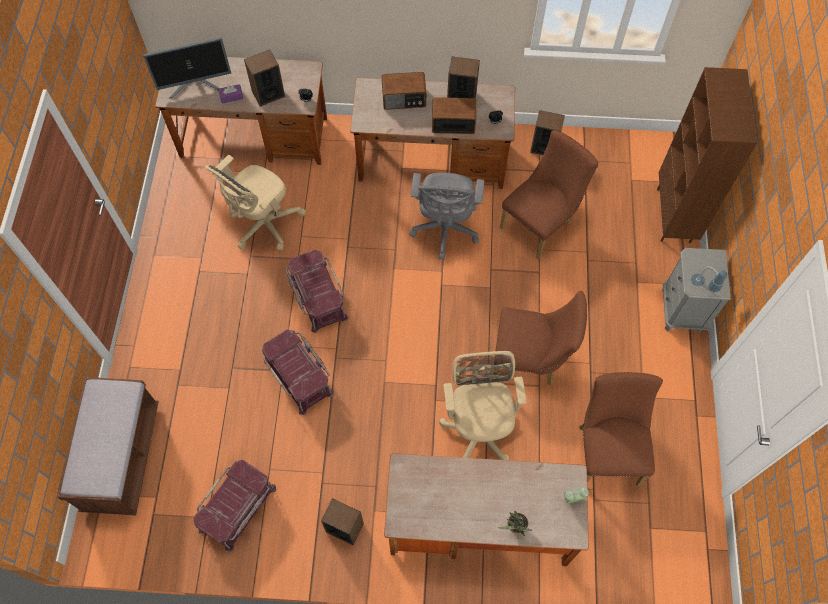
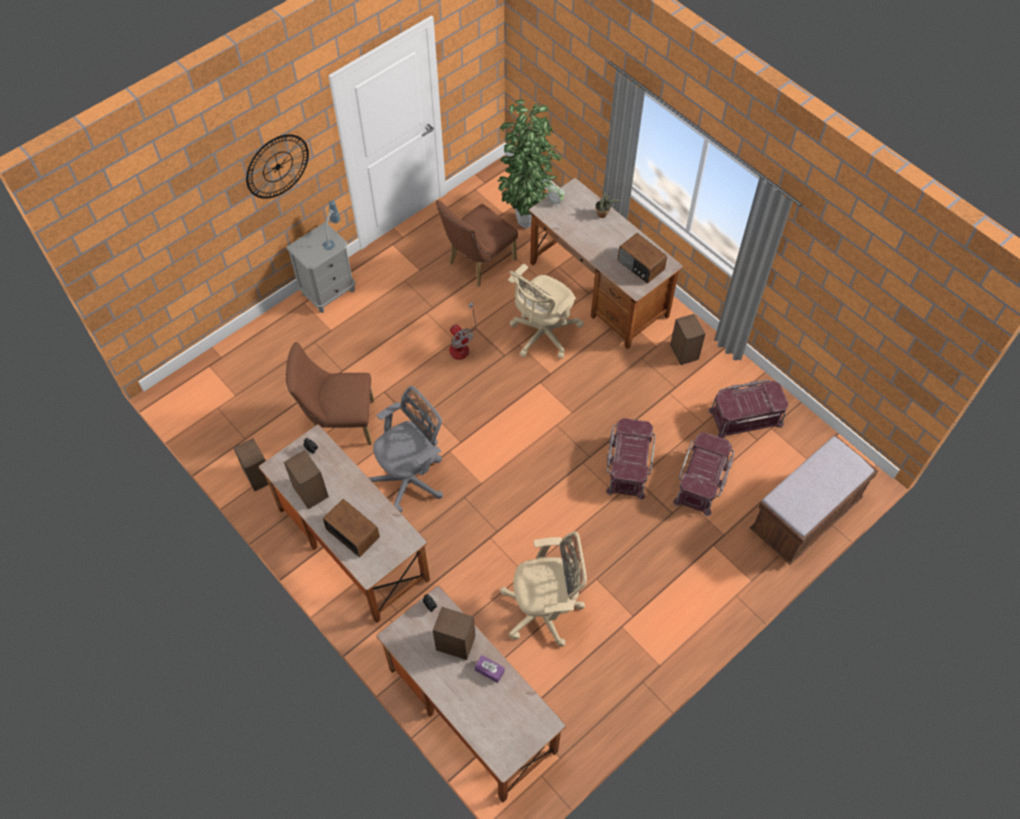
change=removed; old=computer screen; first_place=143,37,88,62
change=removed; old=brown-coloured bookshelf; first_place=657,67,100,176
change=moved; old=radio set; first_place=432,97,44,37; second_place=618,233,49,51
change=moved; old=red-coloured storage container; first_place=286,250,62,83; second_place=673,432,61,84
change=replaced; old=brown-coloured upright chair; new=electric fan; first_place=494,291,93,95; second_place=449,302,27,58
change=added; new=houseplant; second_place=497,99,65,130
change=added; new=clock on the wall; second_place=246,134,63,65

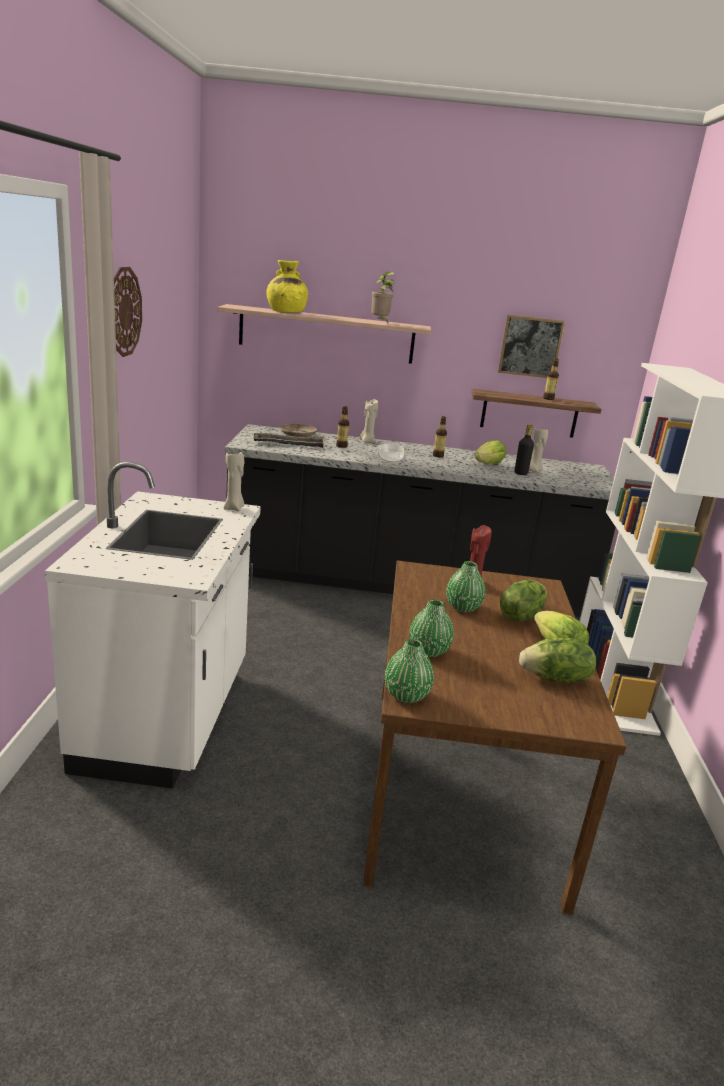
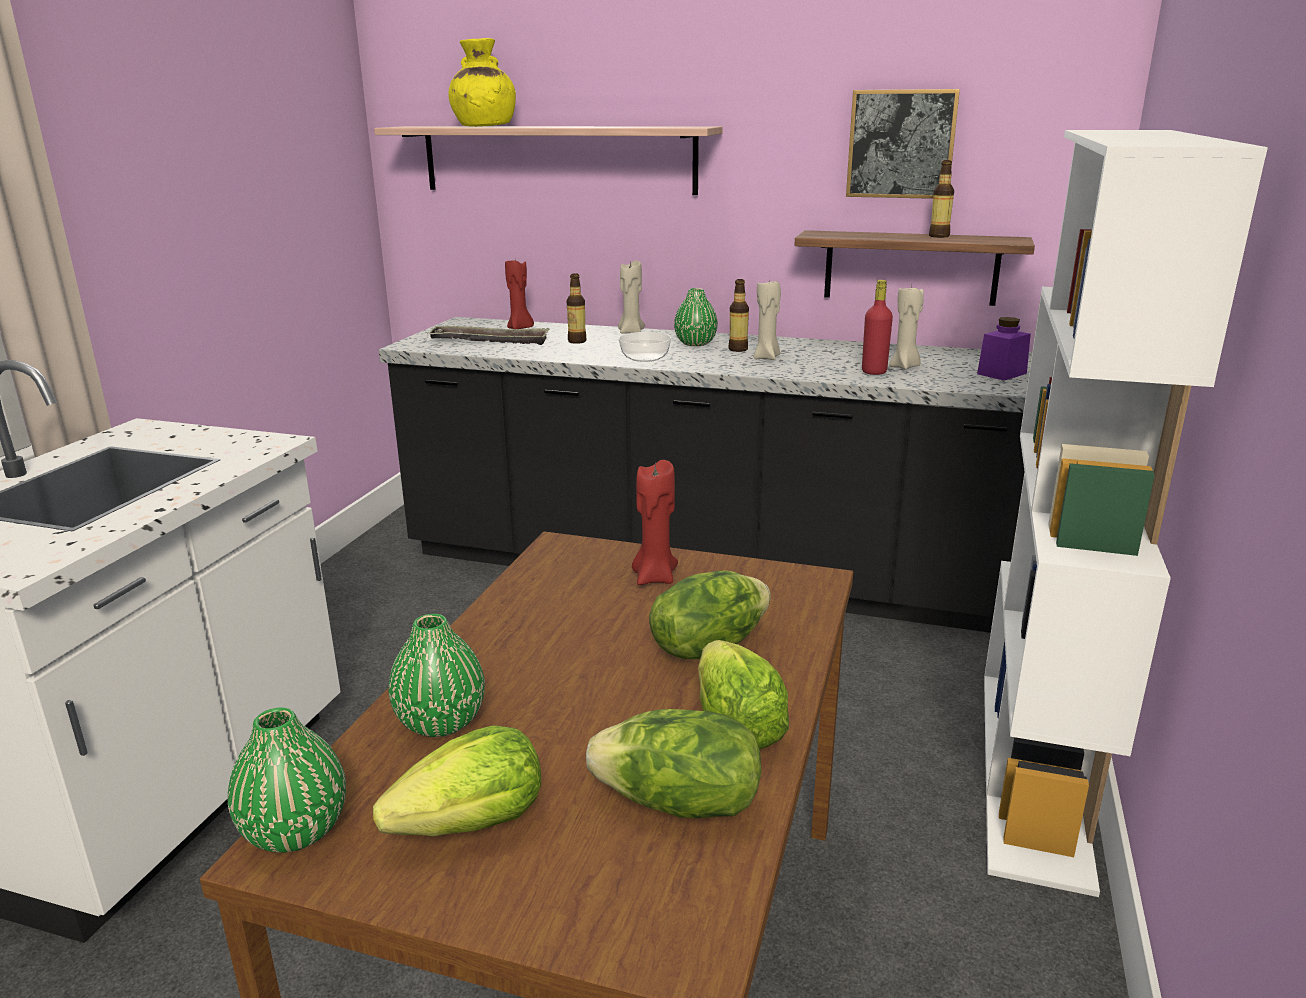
change=removed; old=clock on the wall; first_place=114,267,28,90
change=removed; old=houseplant; first_place=371,271,23,52
change=replaced; old=beige-coloured flat dish; new=red-coloured candle; first_place=281,424,36,13; second_place=505,259,29,70
change=recoloured; old=black drink bottle; new=red-coloured drink bottle; first_place=514,424,20,51; second_place=862,280,31,95
change=moved; old=lettuce; first_place=475,440,31,24; second_place=373,725,168,111
change=moved; old=beige-coloured candle; first_place=224,452,21,60; second_place=754,281,27,79
change=moved; old=greenish decorative vase; first_place=446,561,39,51; second_place=674,288,44,58
change=added; new=purplish preserve jar; second_place=977,317,54,64

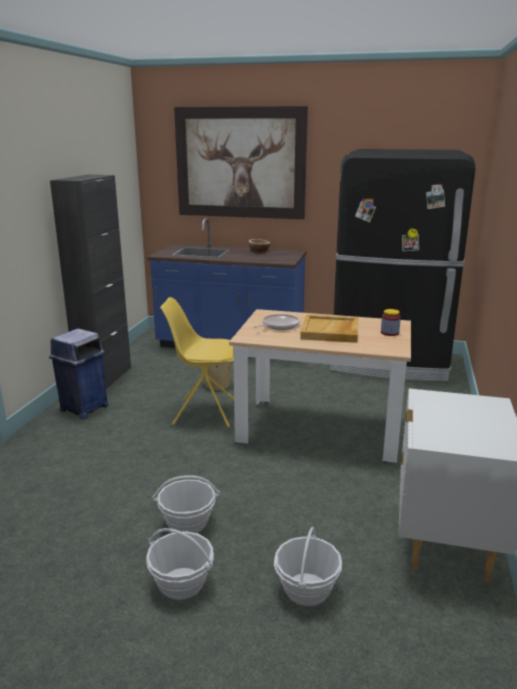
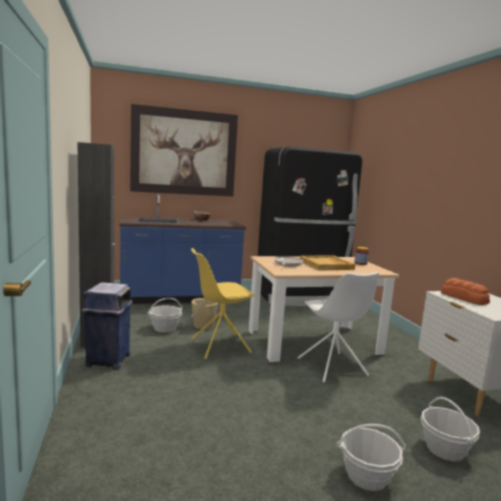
change=moved; old=storage basket; first_place=152,475,68,58; second_place=147,298,36,35
change=added; new=white-coloured upright chair; second_place=297,272,82,111
change=added; new=bakery bread; second_place=441,278,49,27

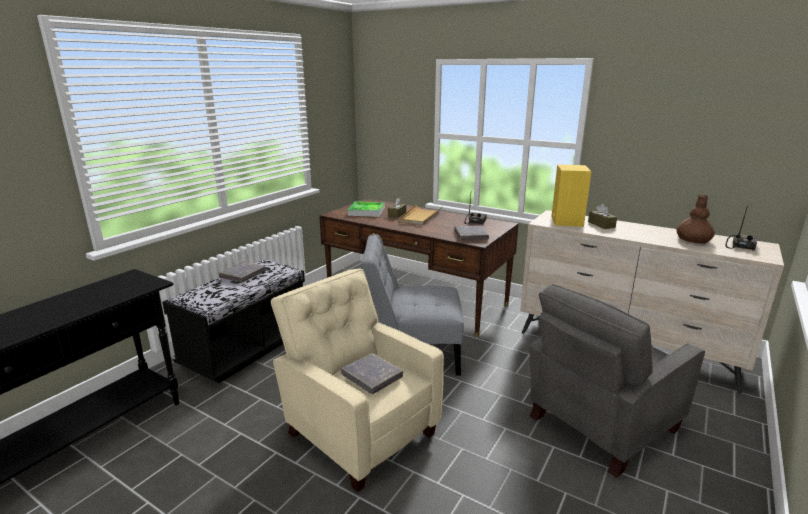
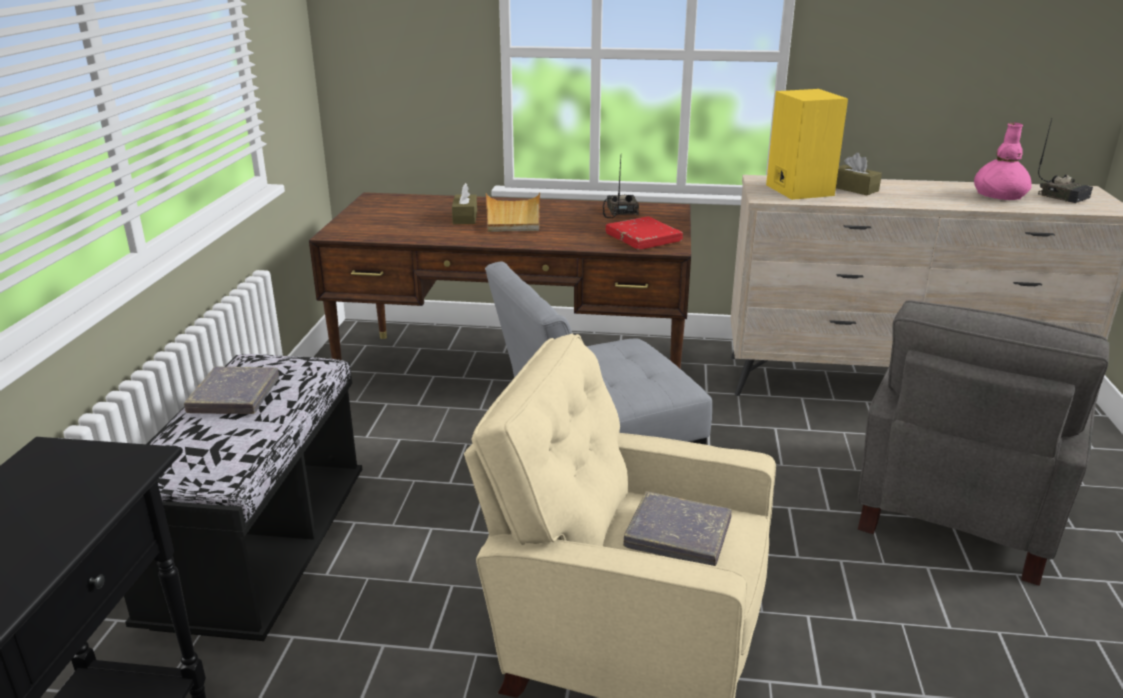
change=recoloured; old=brown-coloured decorative vase; new=pink decorative vase; first_place=676,195,39,49; second_place=974,123,57,77
change=removed; old=serving tray; first_place=348,201,37,16
change=turned; old=radio set; first_place=725,205,32,46; second_place=1038,119,55,84; degrees=135
change=recoloured; old=gray bound book; new=red-coloured bound book; first_place=454,225,35,16; second_place=606,216,77,34

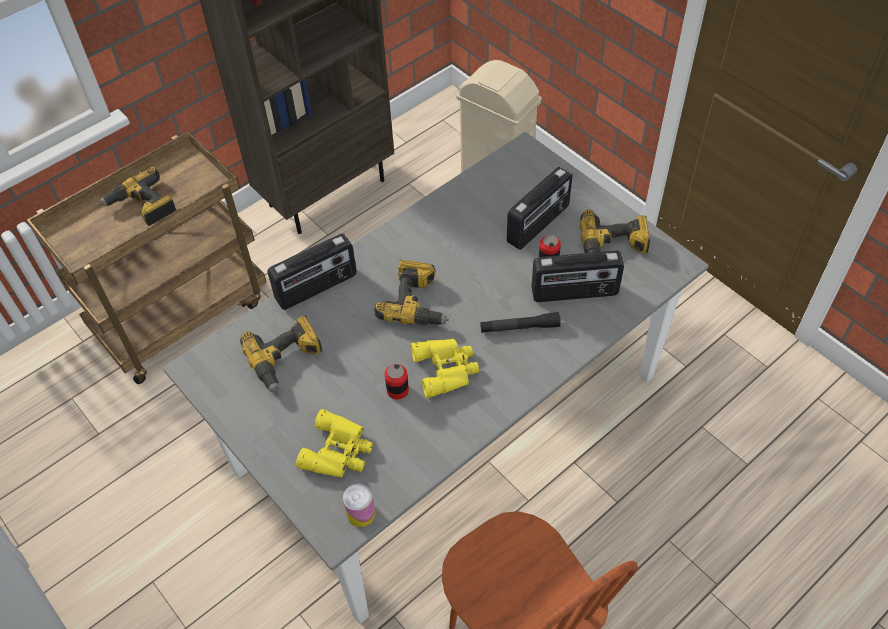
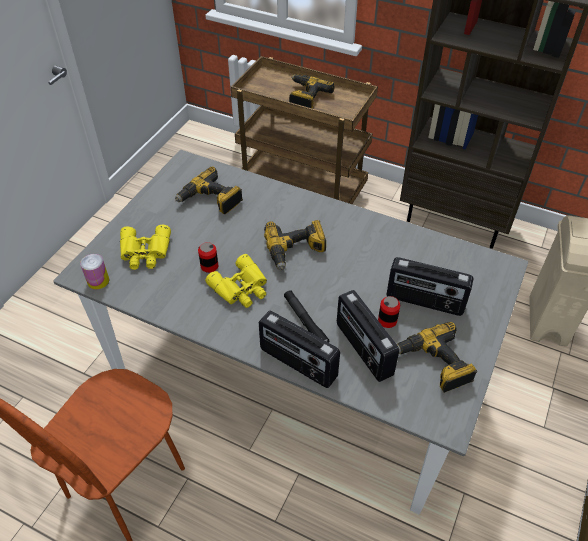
change=moved; old=radio set; first_place=267,234,90,76; second_place=259,311,81,77

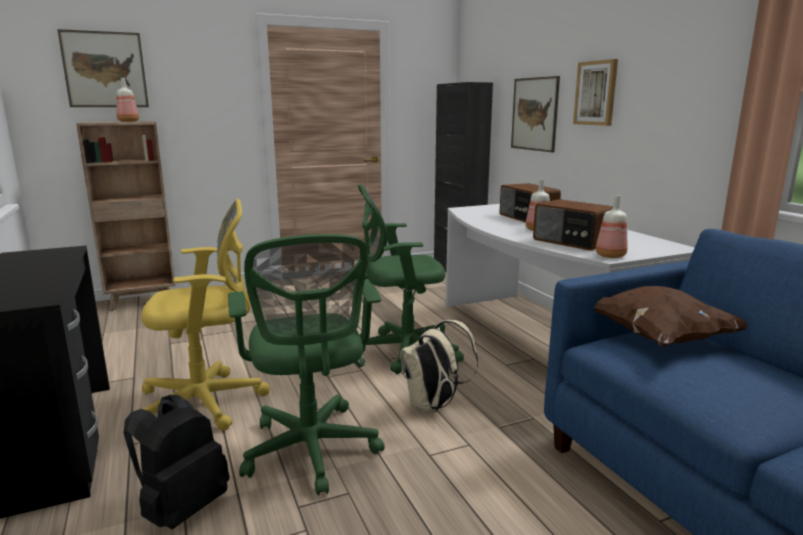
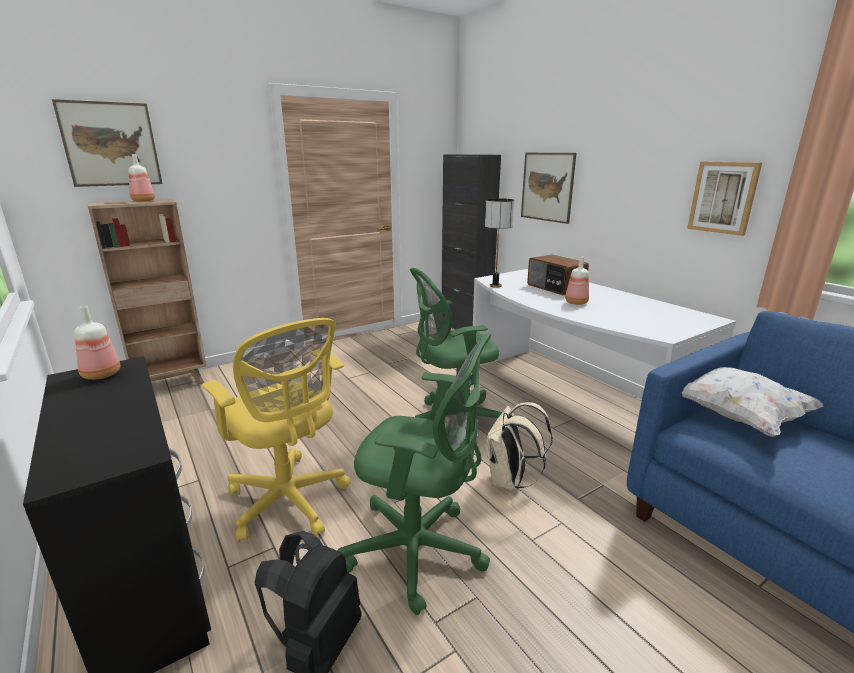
change=moved; old=picture; first_place=573,59,45,67; second_place=687,162,75,74
change=moved; old=drink bottle; first_place=596,195,31,63; second_place=74,306,46,74
change=turned; old=yellow-coloured office chair; first_place=141,199,129,232; second_place=202,318,149,224; degrees=75
change=removed; old=radio set; first_place=533,199,80,52
change=turned; old=greenish office chair; first_place=228,234,157,261; second_place=338,333,153,282; degrees=-45
change=recoloured; old=brown-coloured pillow; new=white-coloured pillow; first_place=594,286,153,61; second_place=682,367,142,70
change=added; new=tabletop lamp; second_place=485,198,29,90

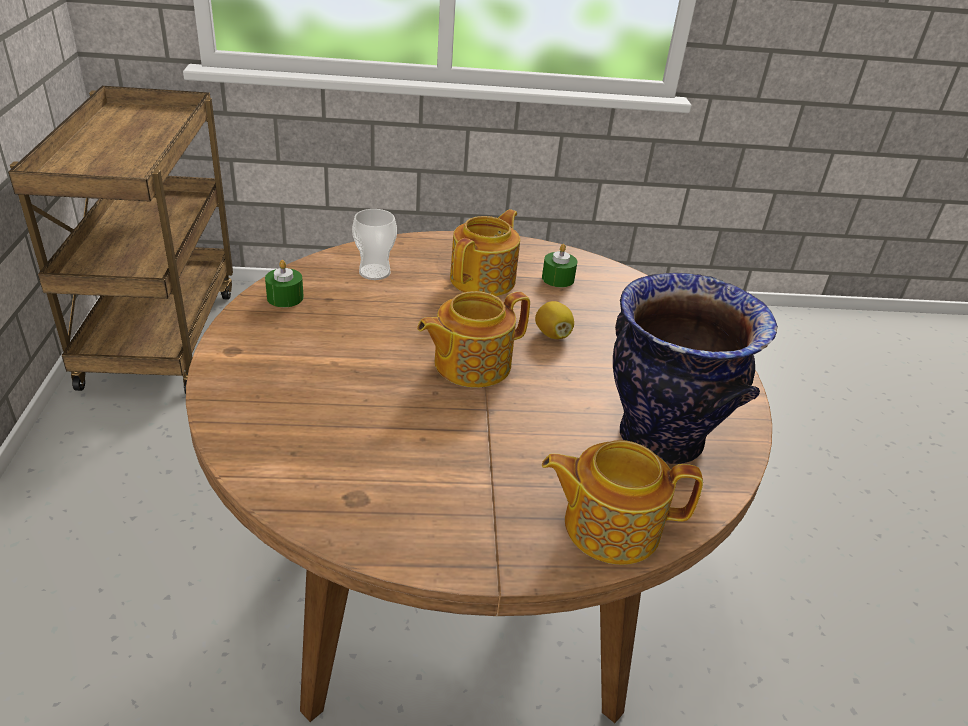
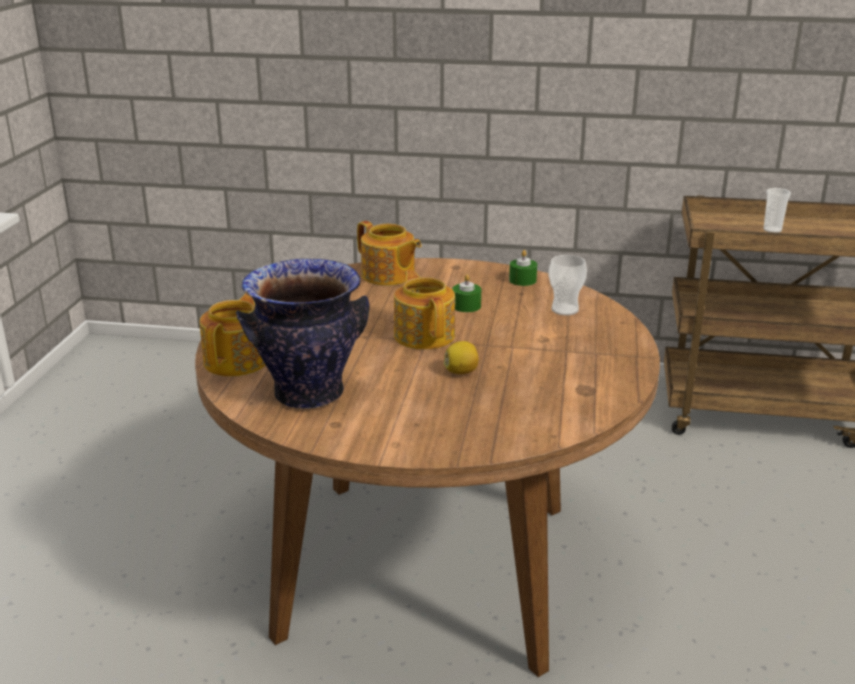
change=moved; old=pot for tea; first_place=450,209,70,87; second_place=357,221,64,65
change=moved; old=greenish candle; first_place=542,244,35,43; second_place=452,274,29,38
change=added; new=cup; second_place=763,188,28,45

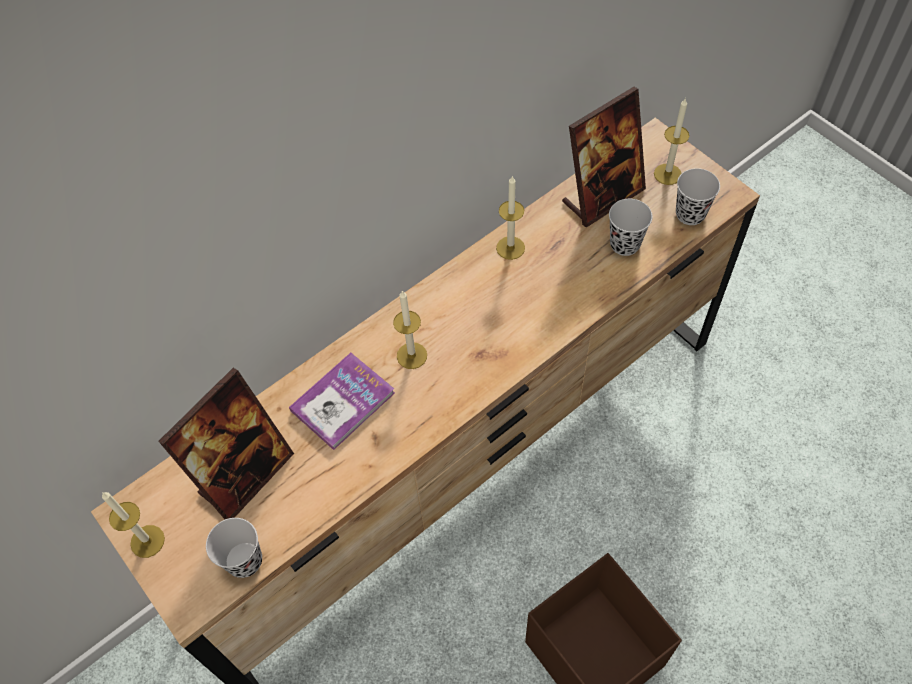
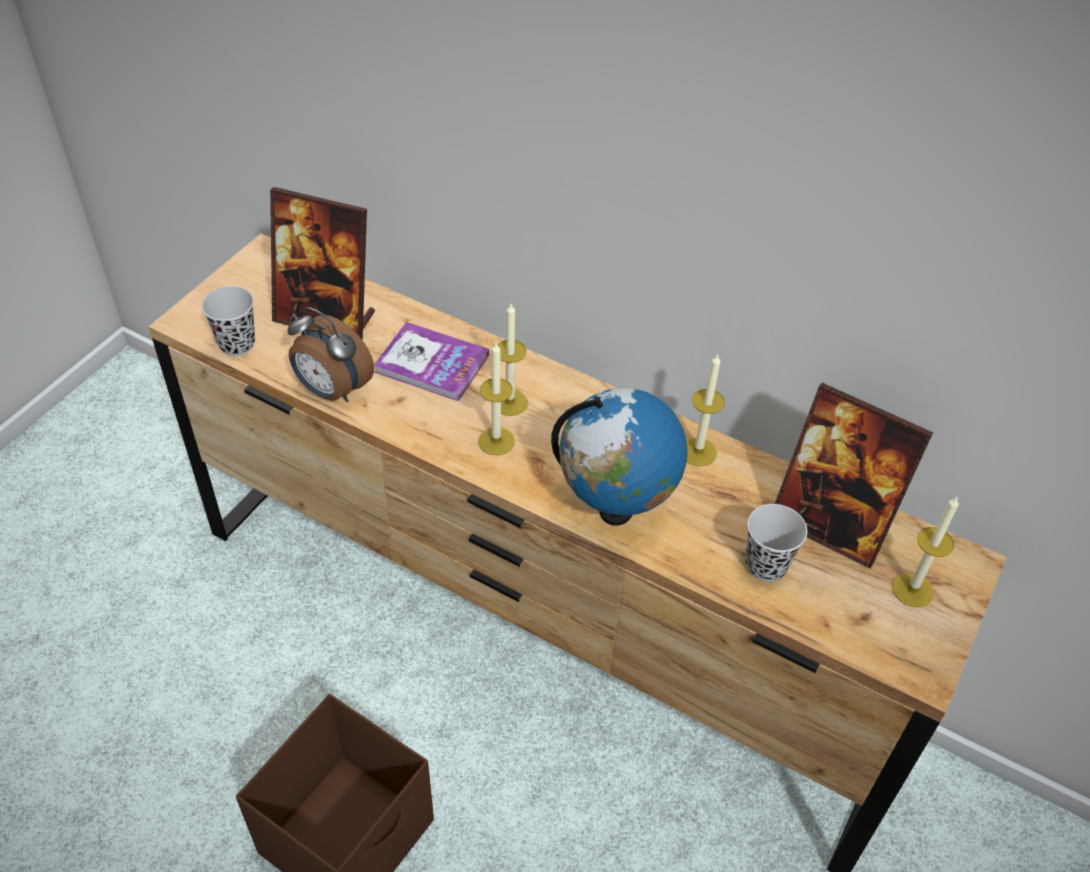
change=removed; old=black cup; first_place=676,168,44,57
change=moved; old=candle; first_place=102,492,63,66; second_place=478,343,37,112
change=added; new=bedside clock; second_place=287,307,87,95
change=added; new=desk globe; second_place=551,387,136,139

